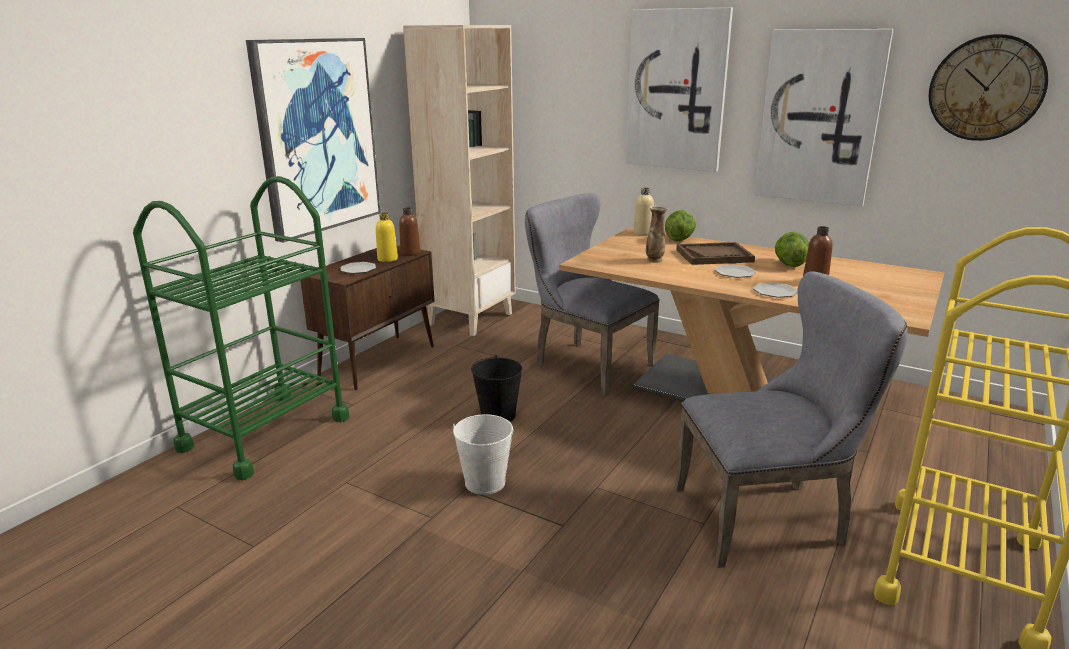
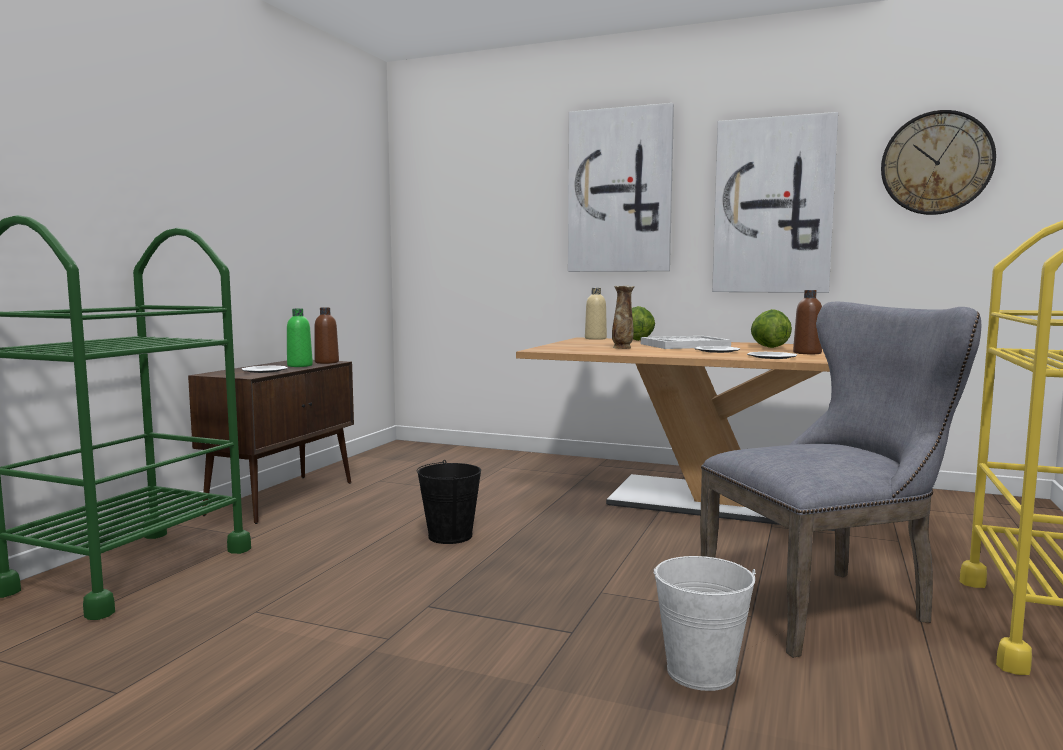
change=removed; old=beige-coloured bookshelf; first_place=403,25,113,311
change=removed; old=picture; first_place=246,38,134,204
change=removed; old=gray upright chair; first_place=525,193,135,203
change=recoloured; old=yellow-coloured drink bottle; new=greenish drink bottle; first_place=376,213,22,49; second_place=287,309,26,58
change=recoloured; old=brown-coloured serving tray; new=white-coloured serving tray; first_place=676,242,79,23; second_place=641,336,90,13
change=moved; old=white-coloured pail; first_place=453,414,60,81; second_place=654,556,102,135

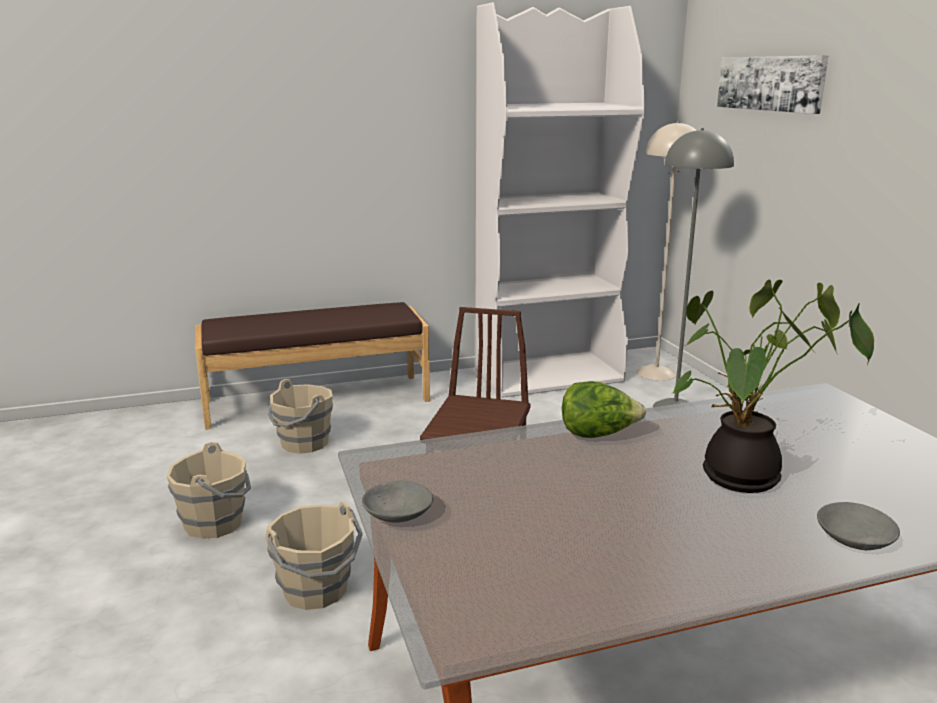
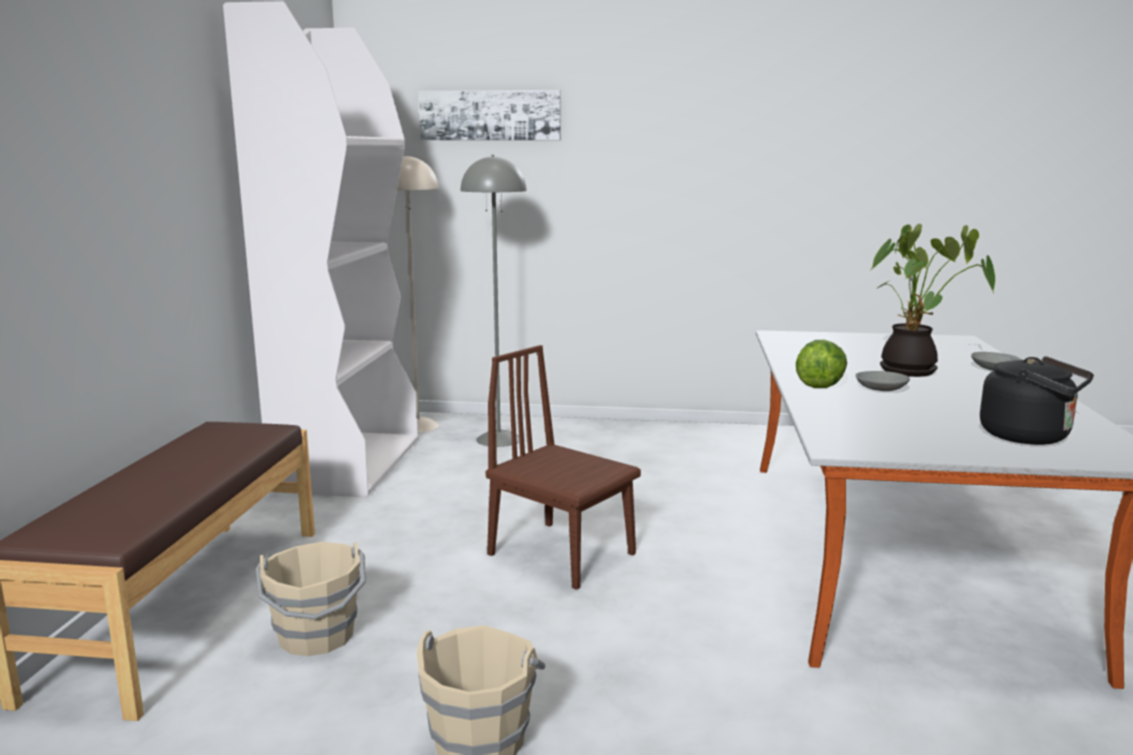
change=moved; old=gray serving bowl; first_place=362,481,71,42; second_place=856,371,54,20
change=removed; old=beige-coloured pail; first_place=265,501,98,109
change=added; new=black water kettle; second_place=980,356,114,89

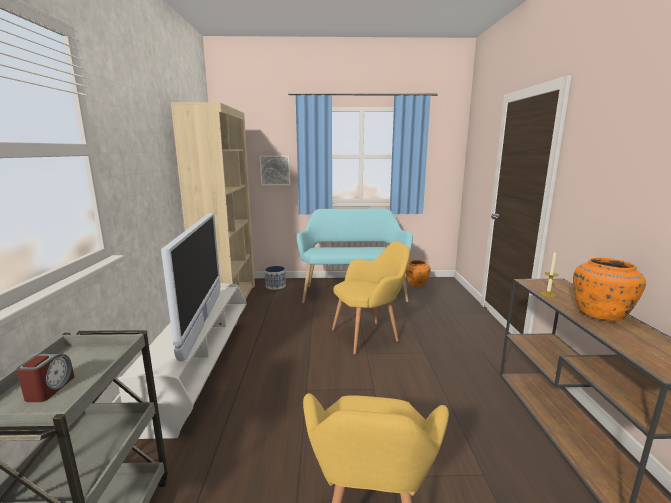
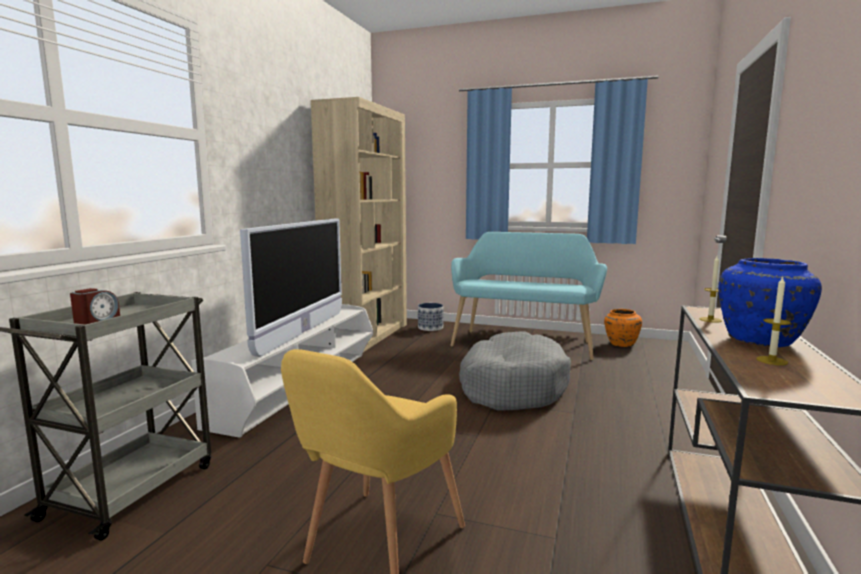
change=removed; old=picture; first_place=260,156,30,29
change=replaced; old=yellow-coloured lounge chair; new=gray dog bed; first_place=332,241,78,114; second_place=459,332,112,79
change=recoloured; old=orange-coloured decorative vase; new=blue-coloured decorative vase; first_place=573,258,73,63; second_place=718,258,104,89
change=added; new=candle; second_place=756,276,35,89

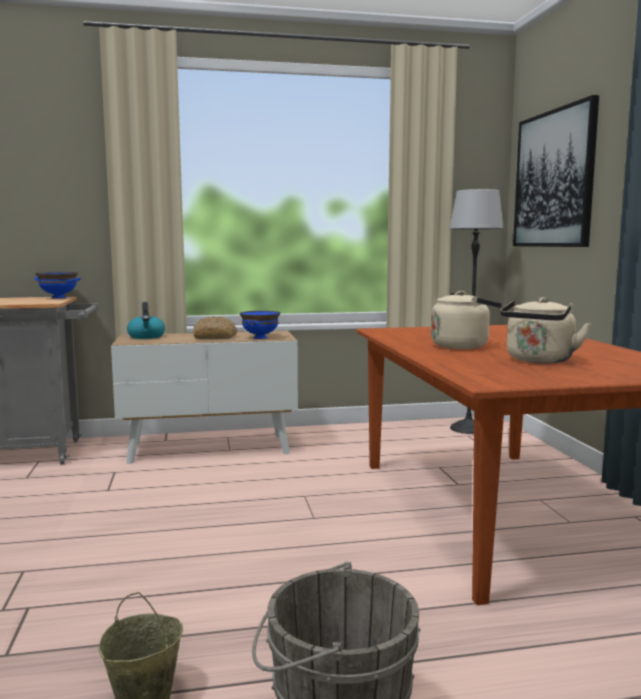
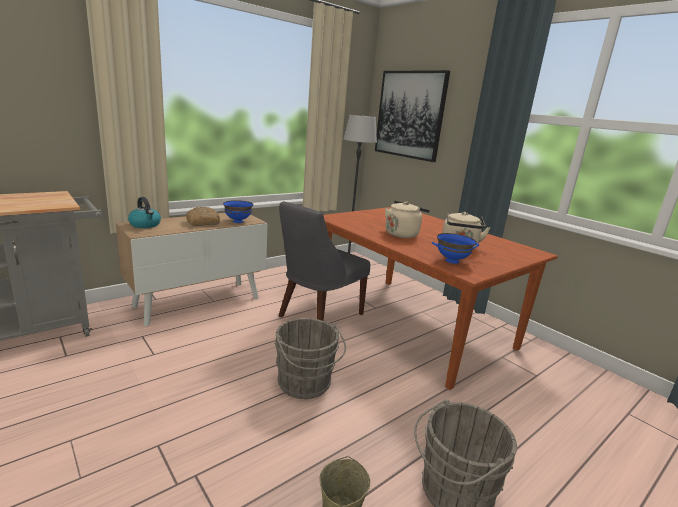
change=moved; old=blue-coloured serving bowl; first_place=34,272,47,26; second_place=432,233,47,31
change=added; new=gray upright chair; second_place=278,201,92,120
change=added; new=gray pail; second_place=274,318,72,81

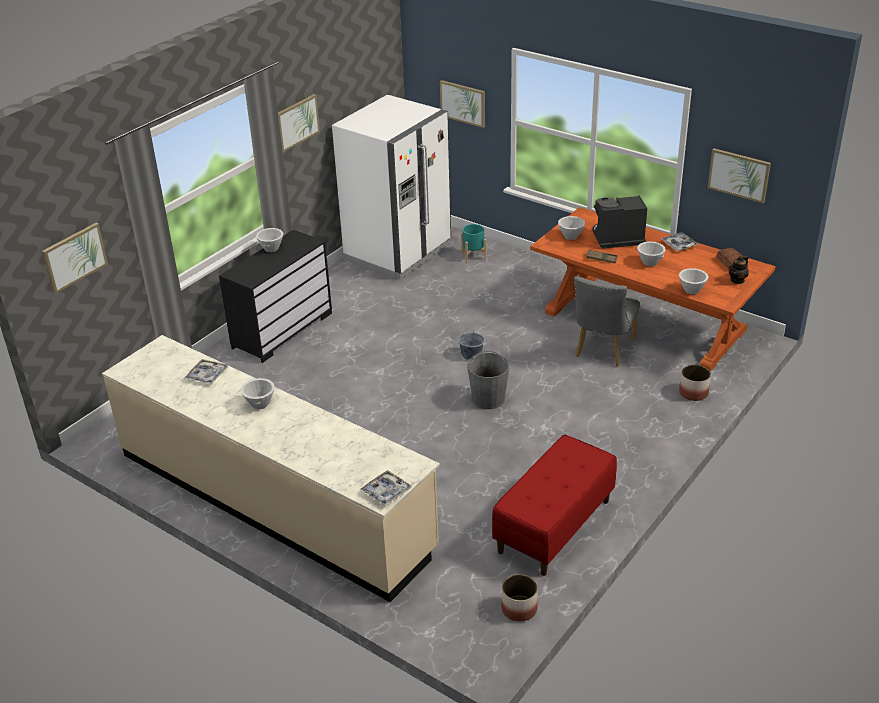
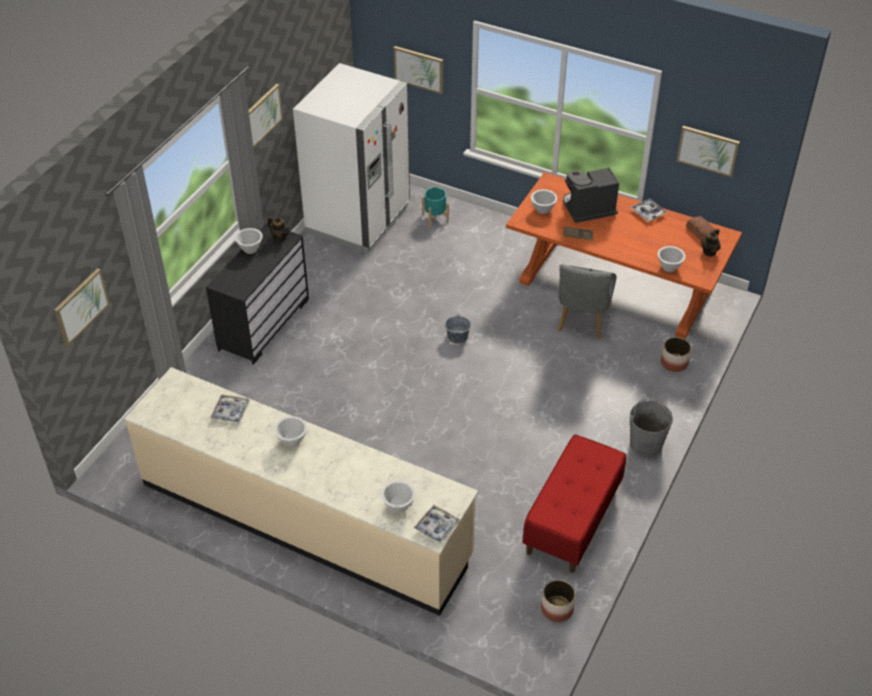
change=moved; old=white-coloured serving bowl; first_place=637,241,29,25; second_place=381,480,34,33
change=moved; old=gray pail; first_place=467,351,43,58; second_place=630,399,43,58
change=added; new=pot for tea; second_place=268,216,22,26

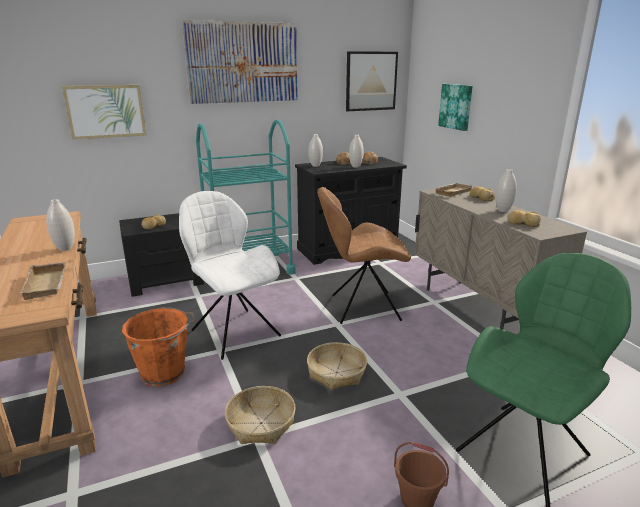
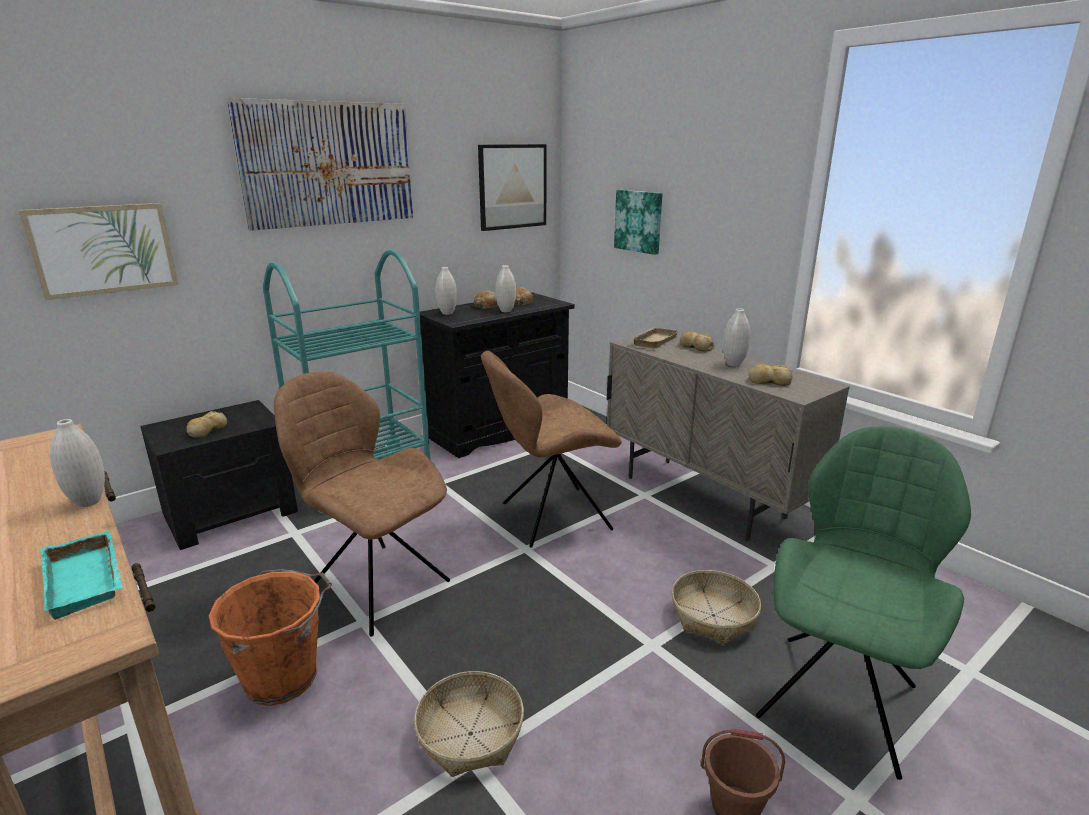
change=recoloured; old=white-coloured upright chair; new=brown-coloured upright chair; first_place=179,191,102,169; second_place=274,372,176,264
change=recoloured; old=beige-coloured serving tray; new=turquoise-coloured serving tray; first_place=19,262,47,38; second_place=41,530,82,90
change=moved; old=storage basket; first_place=307,342,60,48; second_place=671,570,90,74

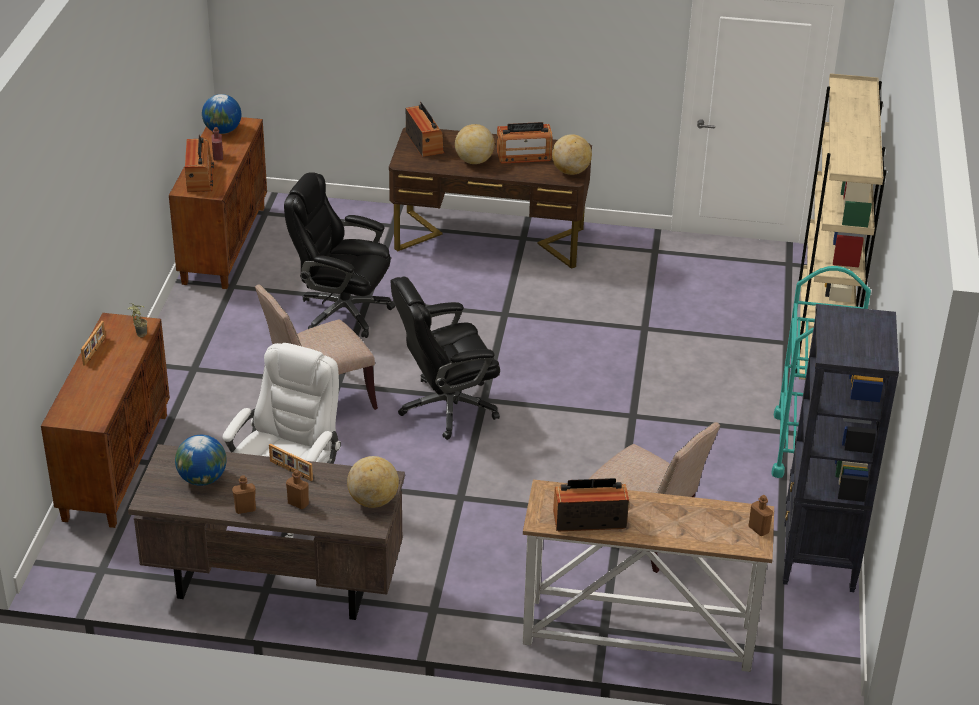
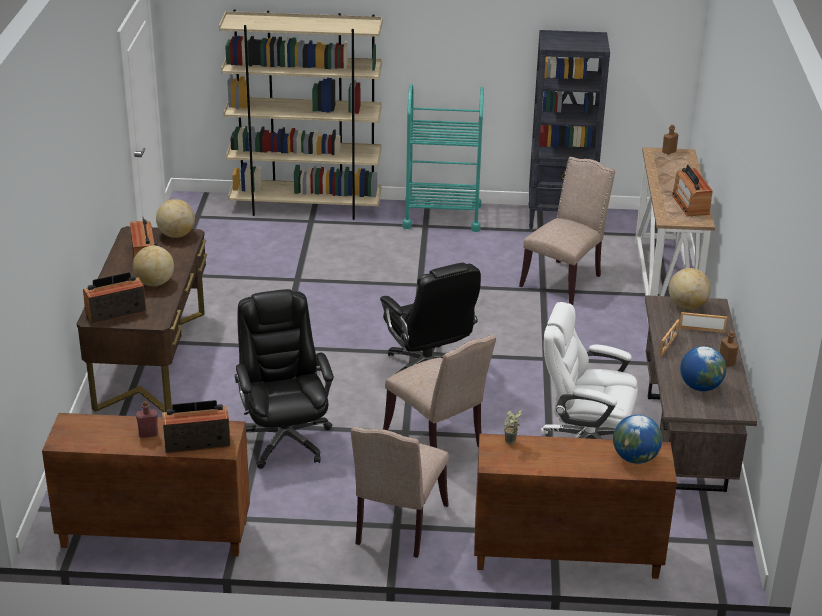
change=moved; old=desk globe; first_place=202,94,39,40; second_place=613,415,49,49
change=turned; old=black office chair; first_place=284,172,111,166; second_place=235,289,99,180; degrees=150
change=moved; old=standing frame; first_place=81,321,25,45; second_place=679,312,48,21
change=removed; old=brown-coloured drink bottle; first_place=286,470,23,39
change=added; new=beige-coloured upright chair; second_place=351,427,98,131

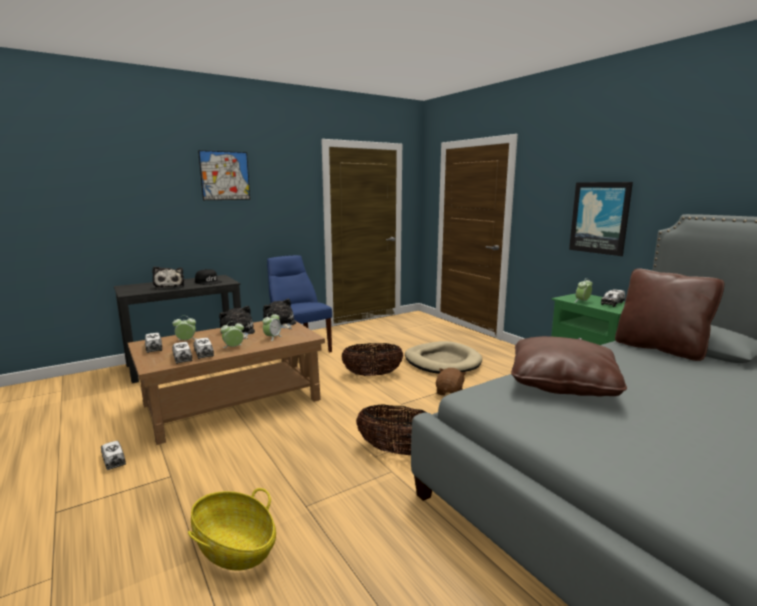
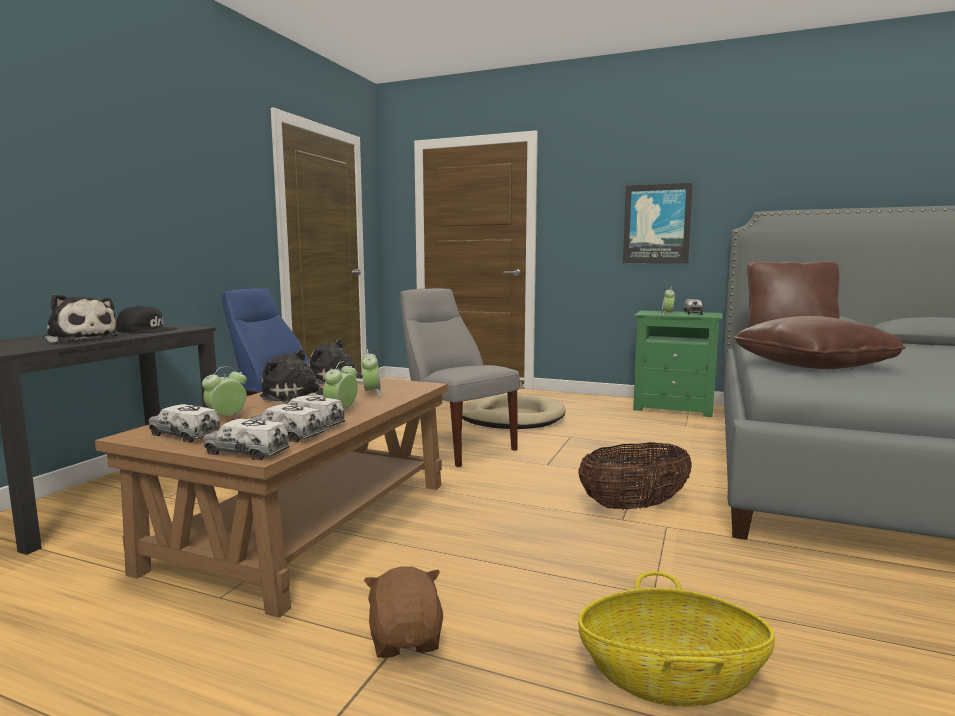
change=removed; old=picture; first_place=198,150,52,50
change=replaced; old=storage basket; new=gray upright chair; first_place=341,343,63,33; second_place=400,288,120,179
change=moved; old=brown-coloured cuddly toy; first_place=436,368,30,27; second_place=364,566,79,92
change=moved; old=toy truck; first_place=101,441,25,29; second_place=203,418,87,42

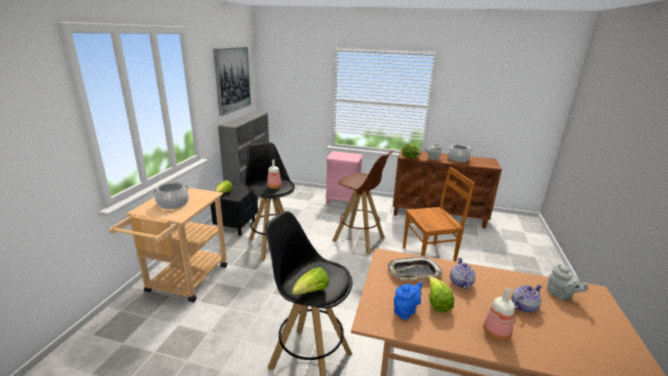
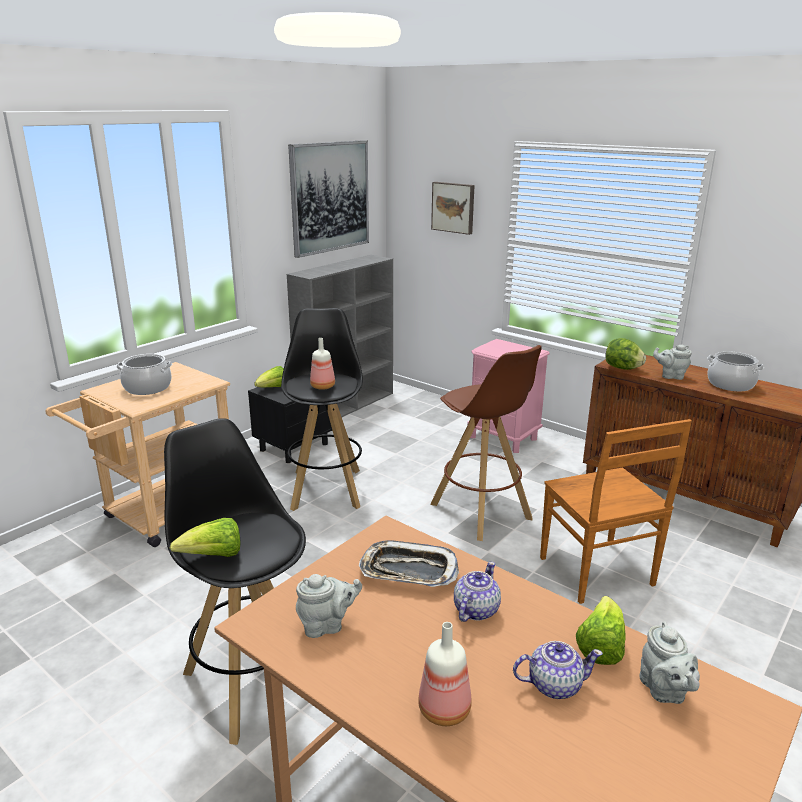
change=turned; old=brown-coloured upright chair; first_place=403,167,72,95; second_place=540,419,152,185; degrees=60
change=moved; old=lettuce; first_place=429,277,25,35; second_place=576,596,50,69
change=recoloured; old=blue-coloured pot for tea; new=gray pot for tea; first_place=394,282,29,38; second_place=296,574,66,64
change=added; new=picture; second_place=431,182,44,53

